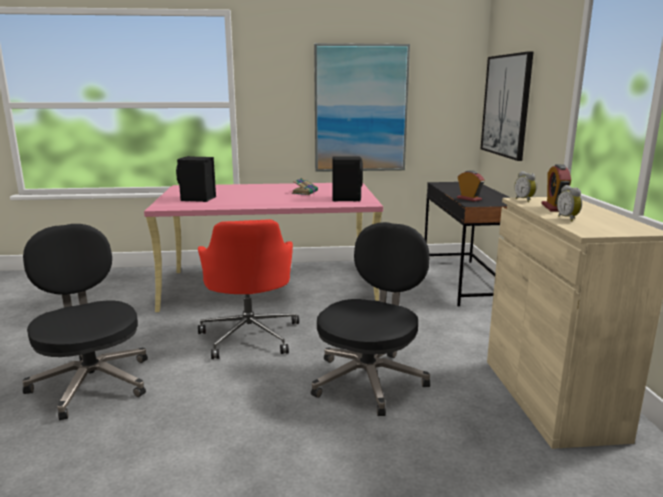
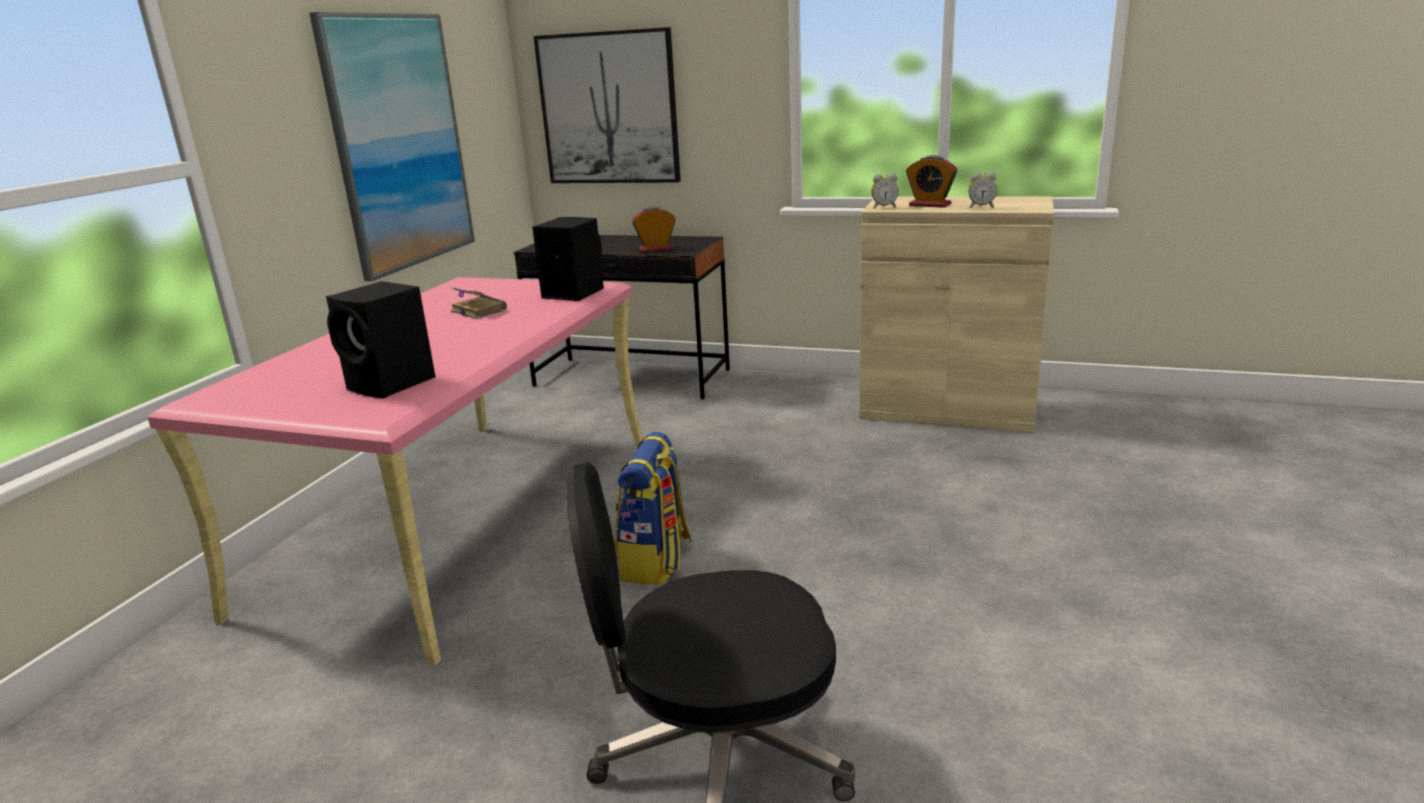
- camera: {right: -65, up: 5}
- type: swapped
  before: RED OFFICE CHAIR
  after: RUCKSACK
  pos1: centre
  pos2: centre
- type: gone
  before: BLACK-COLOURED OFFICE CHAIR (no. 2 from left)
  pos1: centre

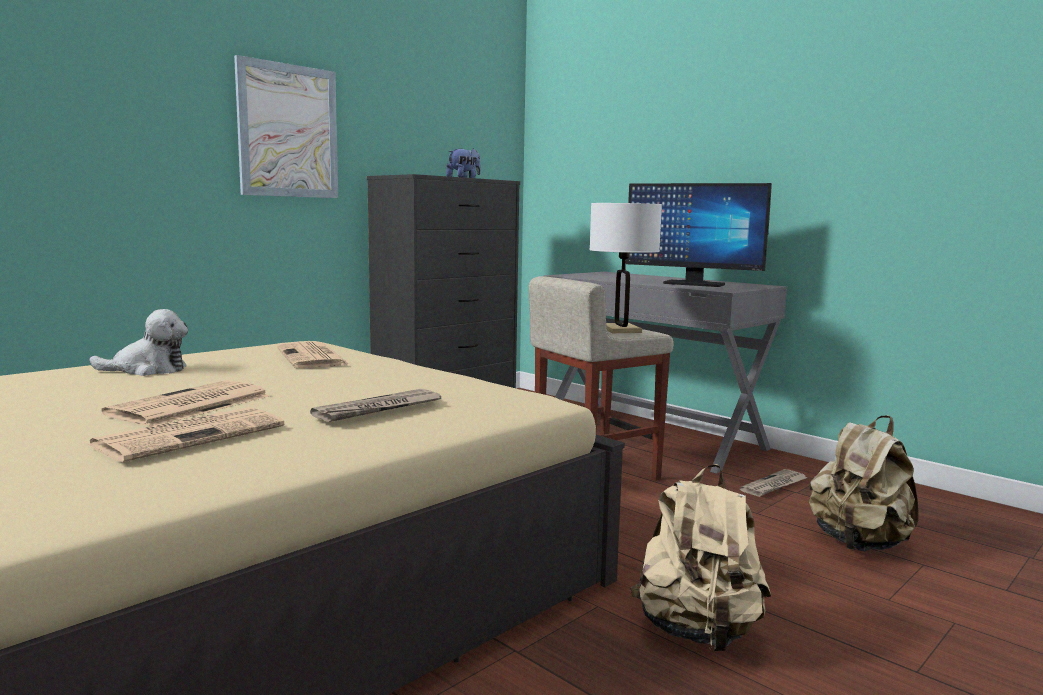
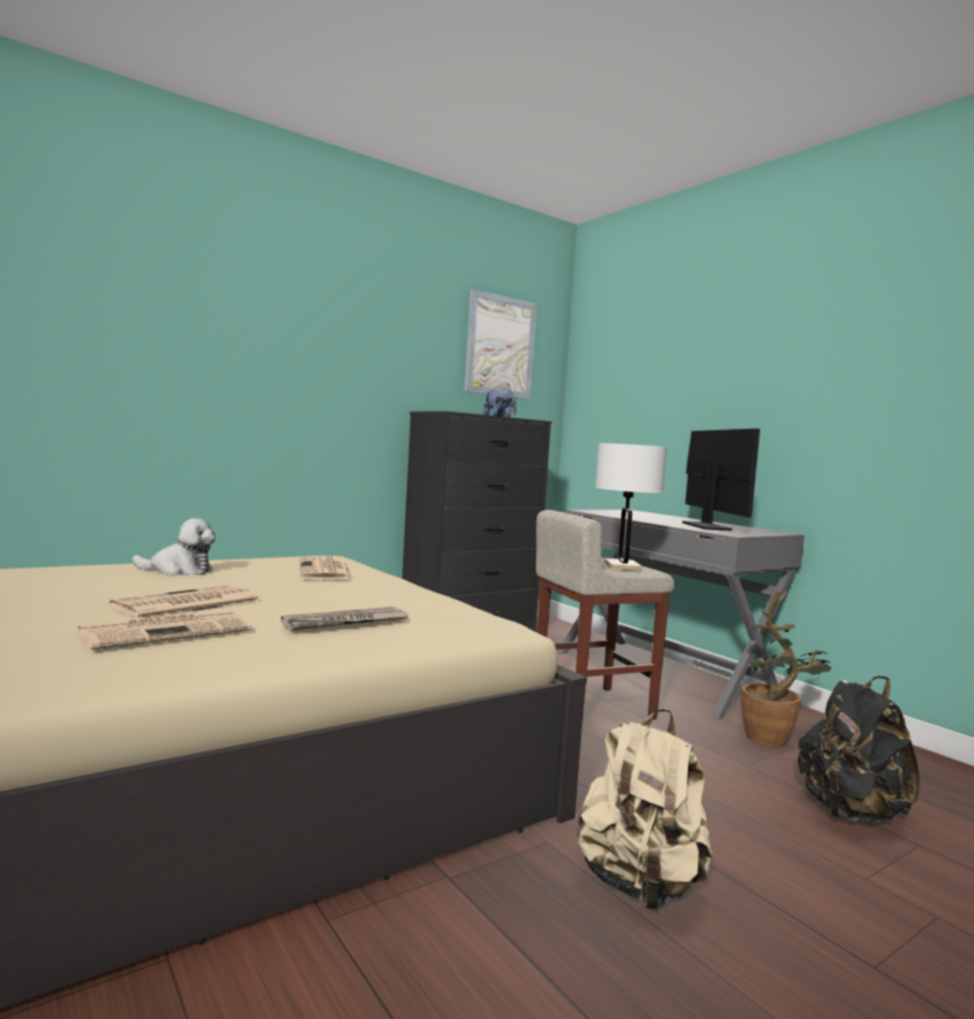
- camera: {right: 10, up: -5}
- type: shifted
  before: WALL ART
  pos1: top left
  pos2: centre
- type: rotated
  before: COMPUTER DISPLAY
  pos1: middle right
  pos2: middle right
  turn: -135
- type: swapped
  before: NEWSPAPER (no. 5 from left)
  after: PLANT IN A POT
  pos1: bottom right
  pos2: middle right
- type: repainted
  before: BEIGE-COLOURED RUCKSACK (no. 2 from left)
  after: BLACK-COLOURED RUCKSACK
  pos1: bottom right
  pos2: bottom right

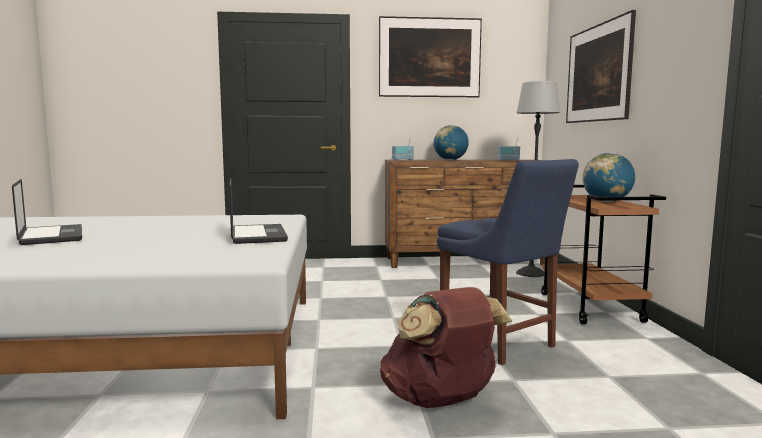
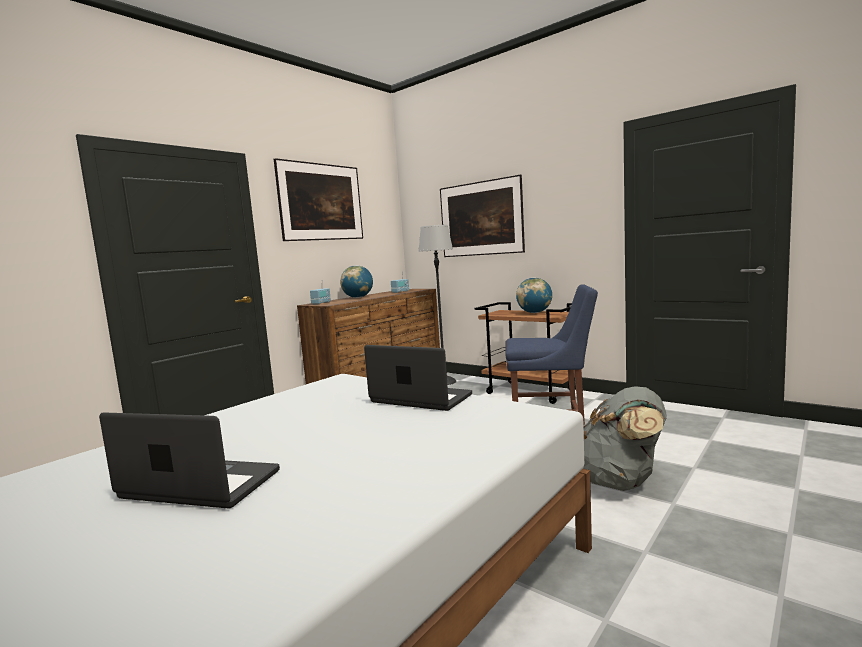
- camera: {right: -45, up: 0}
- type: repainted
  before: BROWNISH RUCKSACK
  after: GRAY RUCKSACK
  pos1: bottom centre
  pos2: bottom right

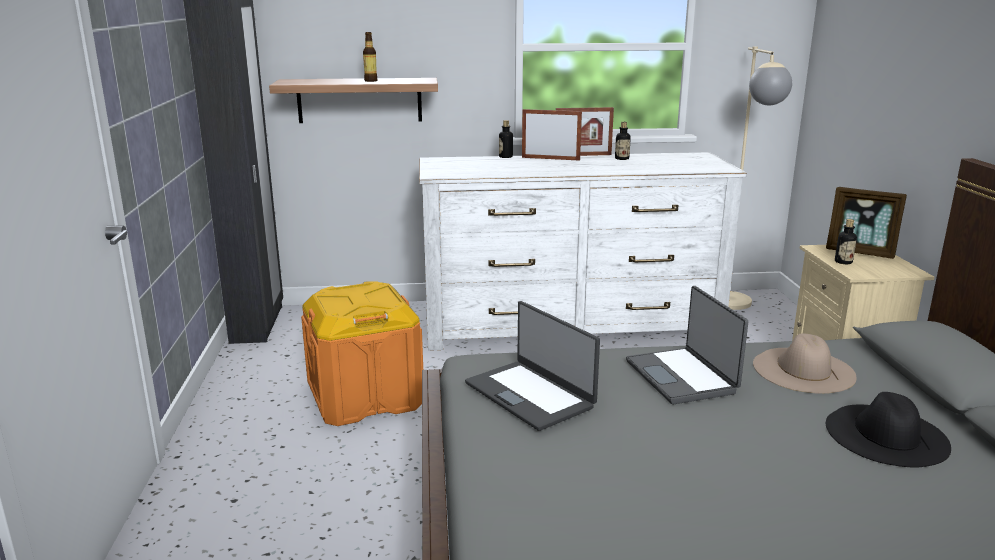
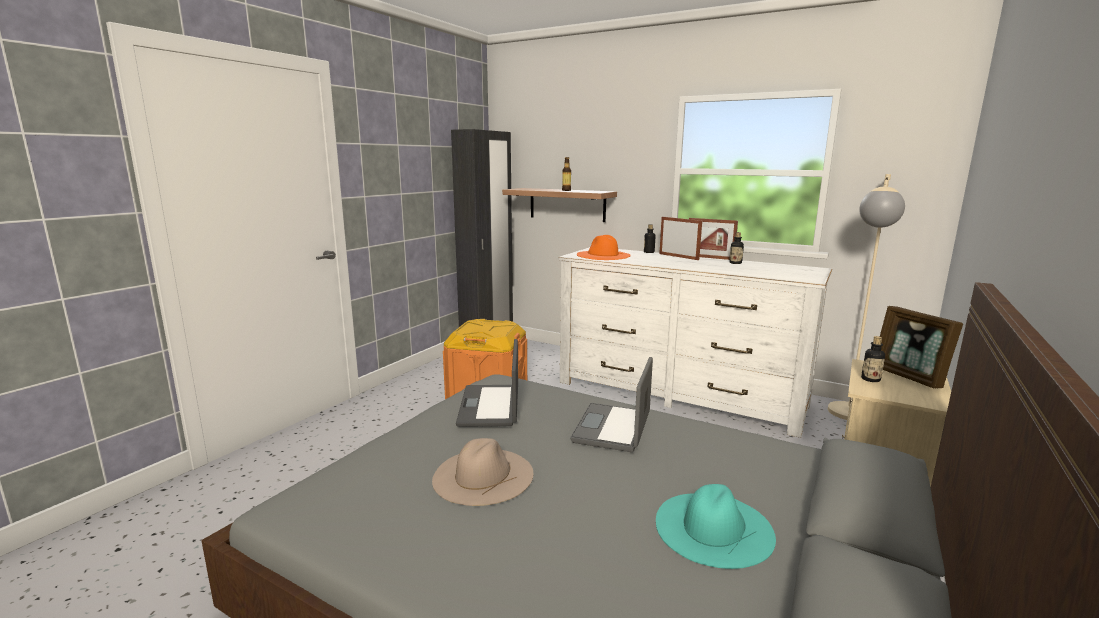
- camera: {right: 35, up: -5}
- type: shifted
  before: BEIGE-COLOURED WEARABLE HAT
  pos1: middle right
  pos2: bottom centre
- type: repainted
  before: BLACK-COLOURED WEARABLE HAT
  after: BLUE-GREEN WEARABLE HAT
  pos1: bottom right
  pos2: bottom centre
- type: new
  after: ORANGE-COLOURED WEARABLE HAT
  pos2: centre

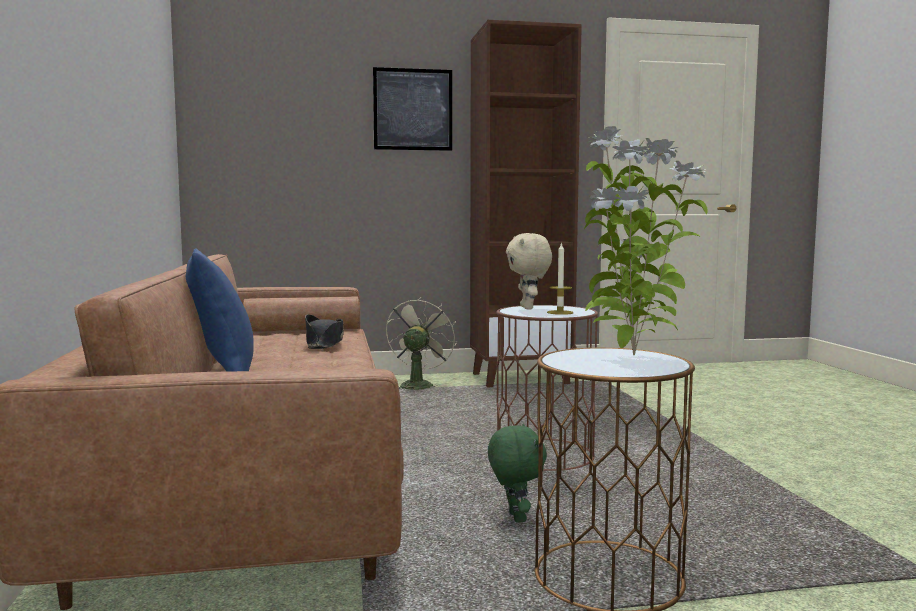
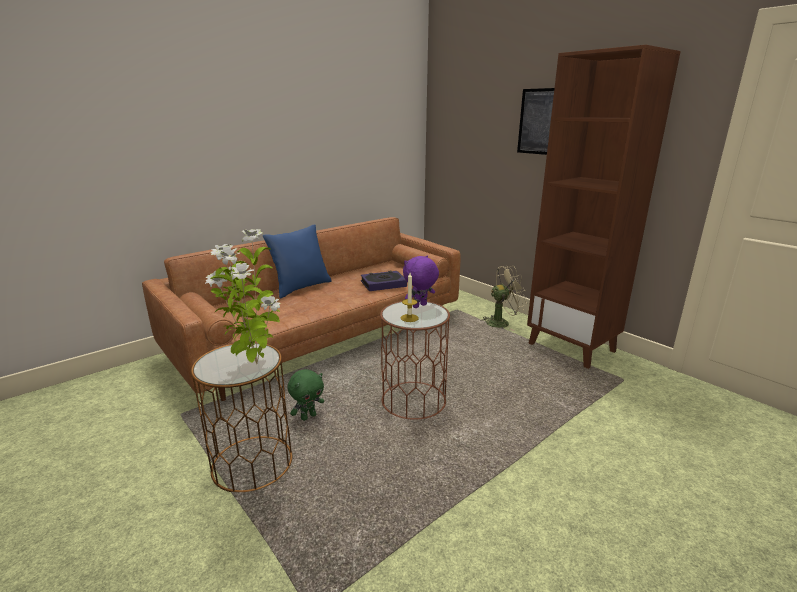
- camera: {right: 60, up: 15}
- type: swapped
  before: BLACK-COLOURED WEARABLE HAT
  after: BOOK
  pos1: centre
  pos2: centre
- type: repainted
  before: BEIGE-COLOURED SOFT TOY
  after: PURPLISH SOFT TOY
  pos1: centre
  pos2: centre

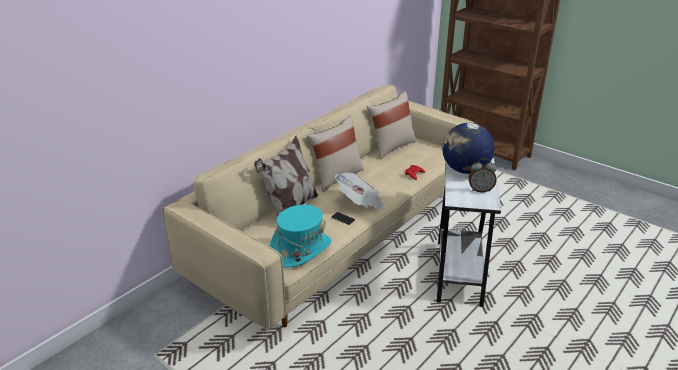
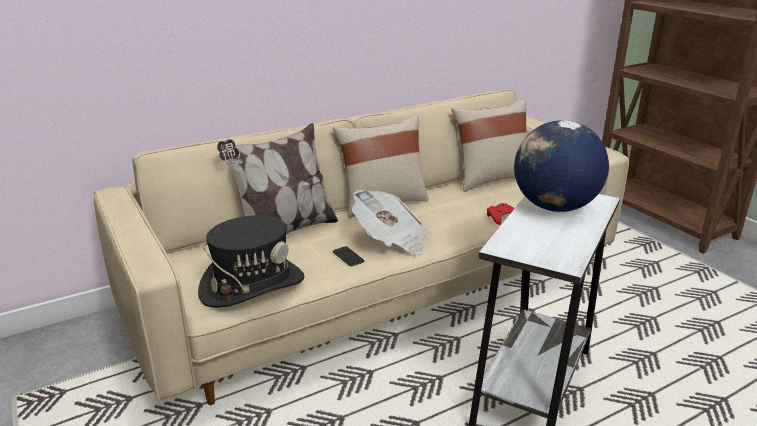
- camera: {right: 20, up: -5}
- type: repainted
  before: BLUE-GREEN WEARABLE HAT
  after: BLACK-COLOURED WEARABLE HAT
  pos1: centre
  pos2: middle left
- type: gone
  before: TABLE CLOCK
  pos1: middle right

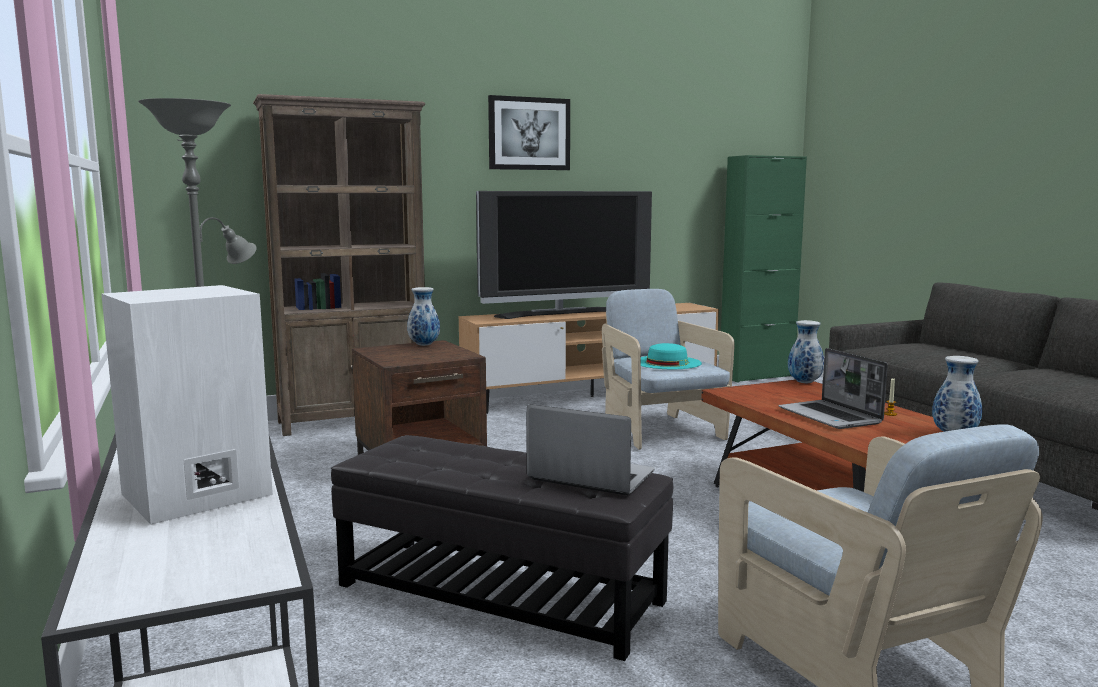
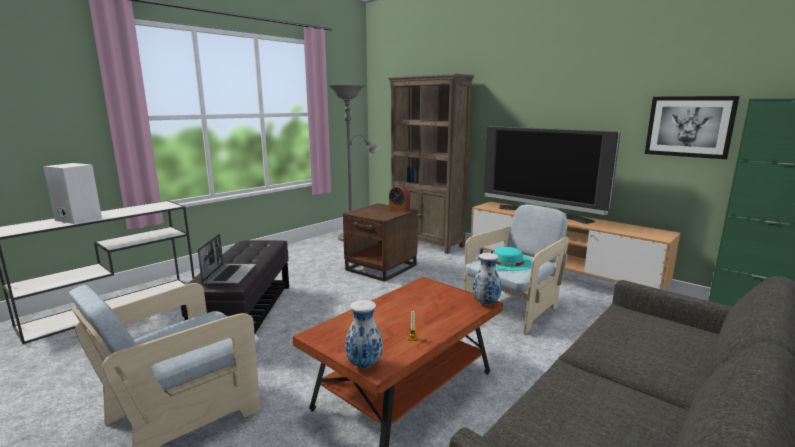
- camera: {right: 65, up: 5}
- type: swapped
  before: DECORATIVE VASE (no. 1 from left)
  after: TABLE CLOCK
  pos1: centre
  pos2: centre
- type: shifted
  before: WALL ART
  pos1: top centre
  pos2: top right
- type: gone
  before: LAPTOP (no. 2 from left)
  pos1: middle right

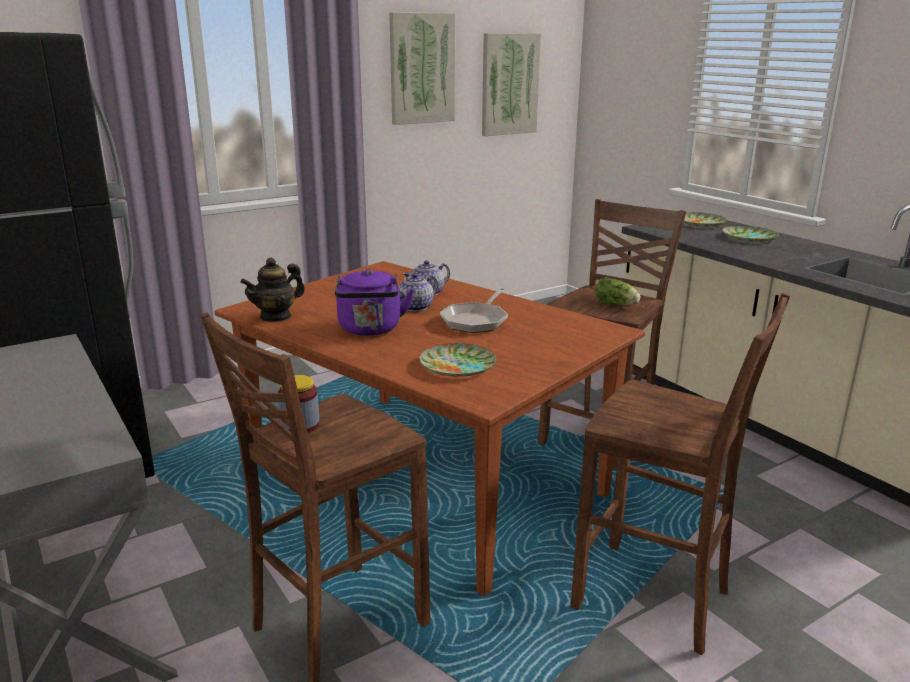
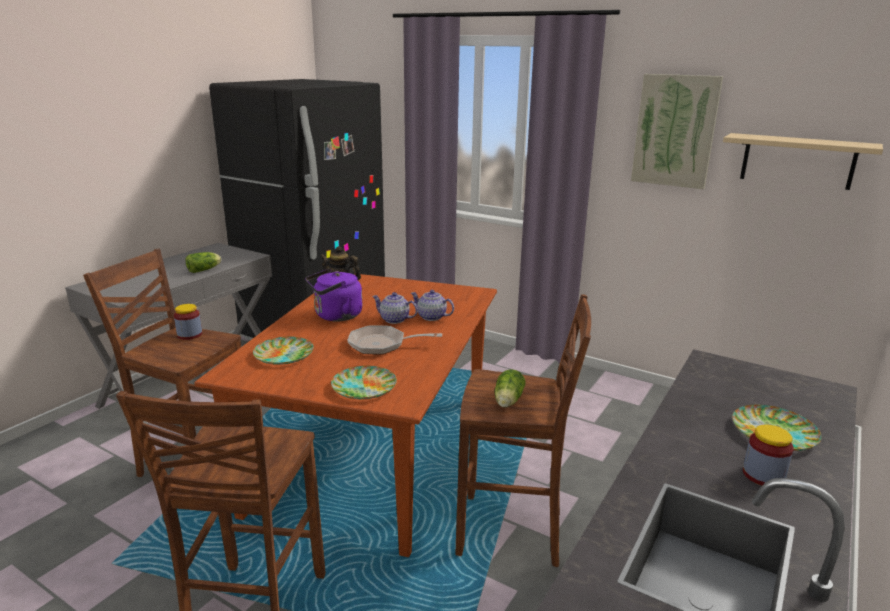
- camera: {right: 65, up: 0}
- type: swapped
  before: WALL ART (no. 2 from left)
  after: BEIGE-COLOURED WALL SHELF
  pos1: top centre
  pos2: top right
- type: shifted
  before: PLATE (no. 2 from left)
  pos1: top right
  pos2: centre
- type: new
  after: HEAD OF LETTUCE (no. 1 from left)
  pos2: middle left
- type: new
  after: PRESERVE JAR (no. 2 from left)
  pos2: bottom right

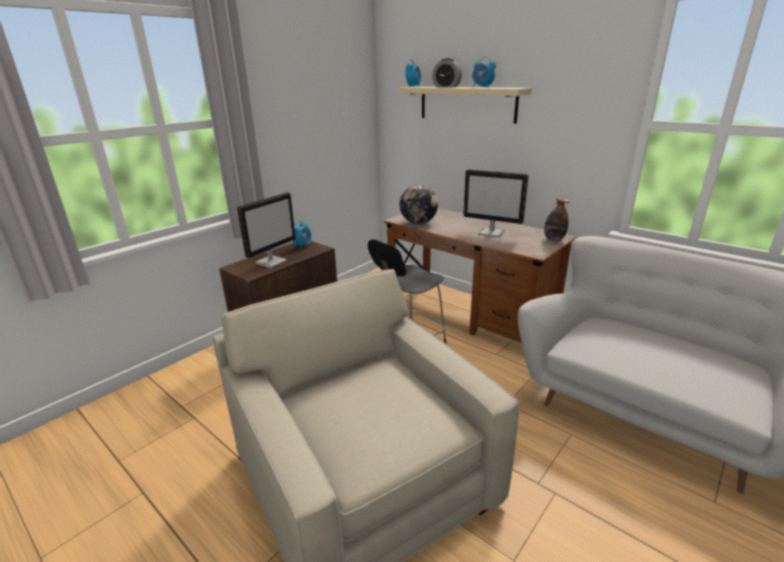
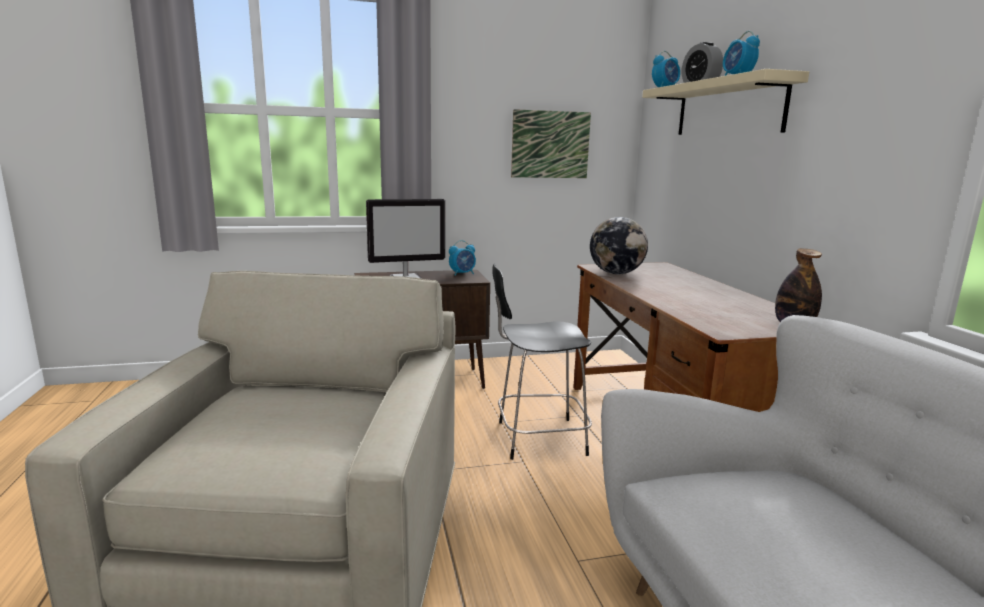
- camera: {right: 35, up: -10}
- type: gone
  before: COMPUTER DISPLAY (no. 2 from left)
  pos1: centre
- type: new
  after: WALL ART
  pos2: top centre

